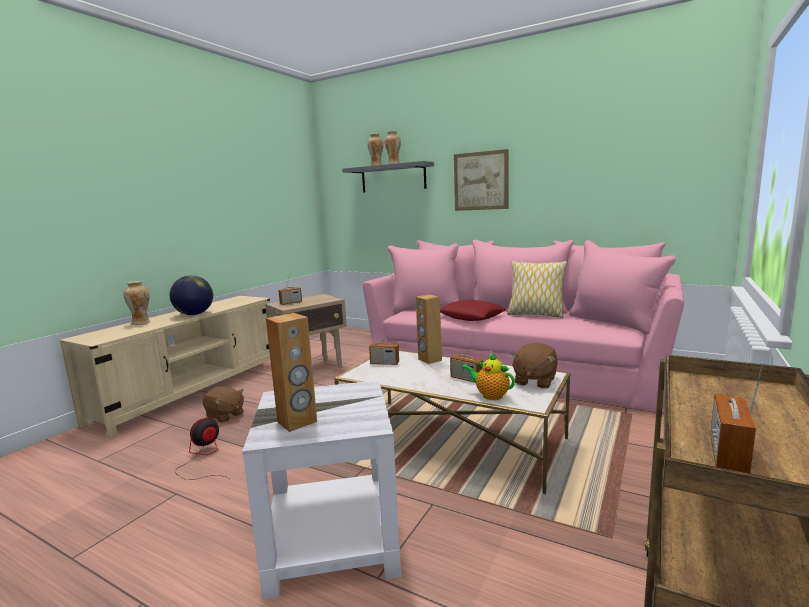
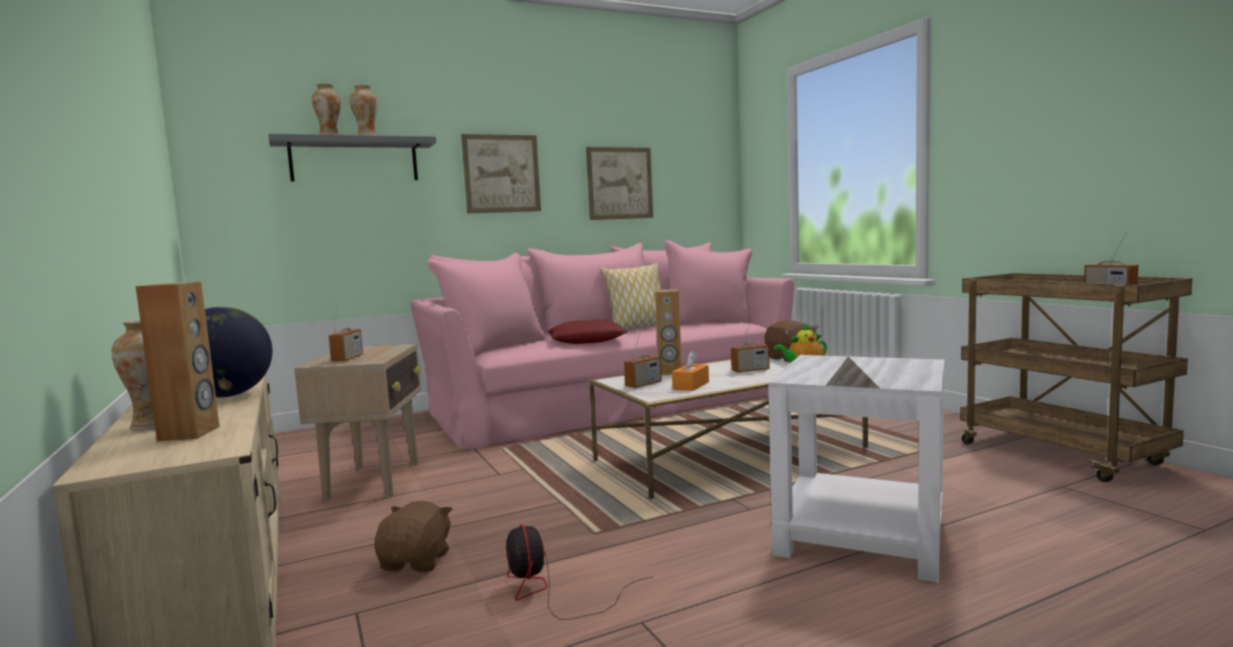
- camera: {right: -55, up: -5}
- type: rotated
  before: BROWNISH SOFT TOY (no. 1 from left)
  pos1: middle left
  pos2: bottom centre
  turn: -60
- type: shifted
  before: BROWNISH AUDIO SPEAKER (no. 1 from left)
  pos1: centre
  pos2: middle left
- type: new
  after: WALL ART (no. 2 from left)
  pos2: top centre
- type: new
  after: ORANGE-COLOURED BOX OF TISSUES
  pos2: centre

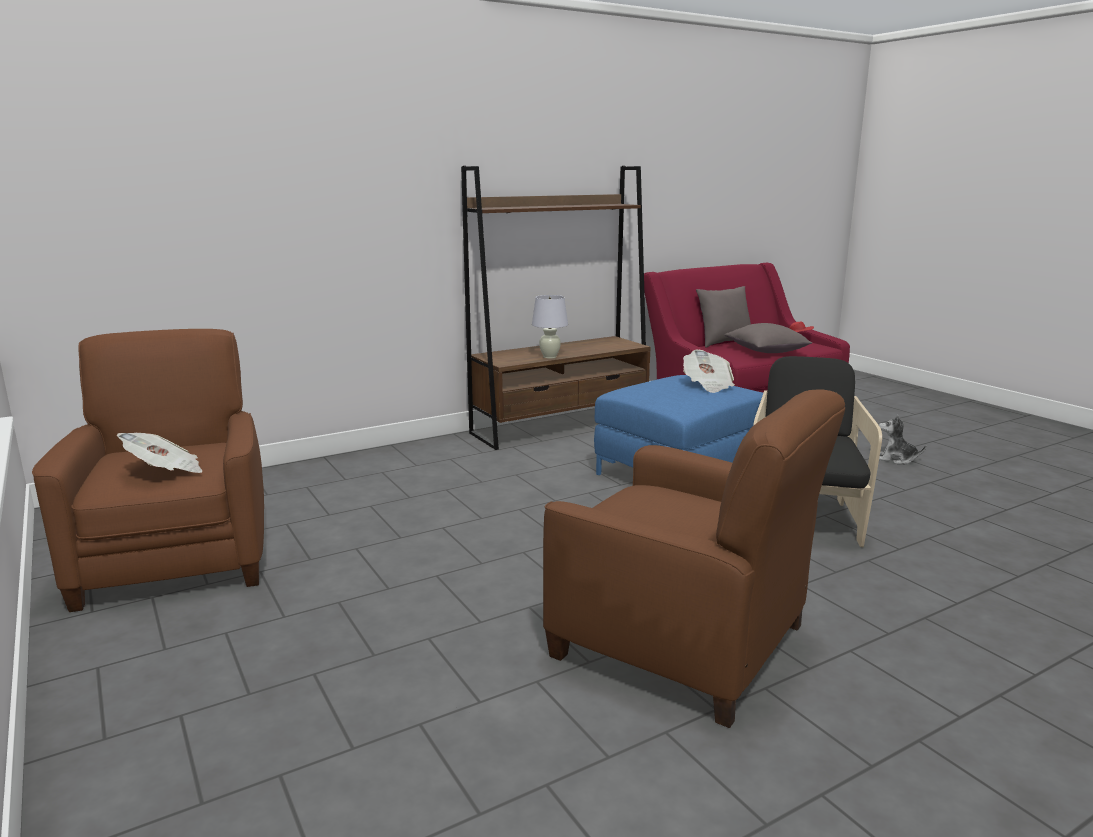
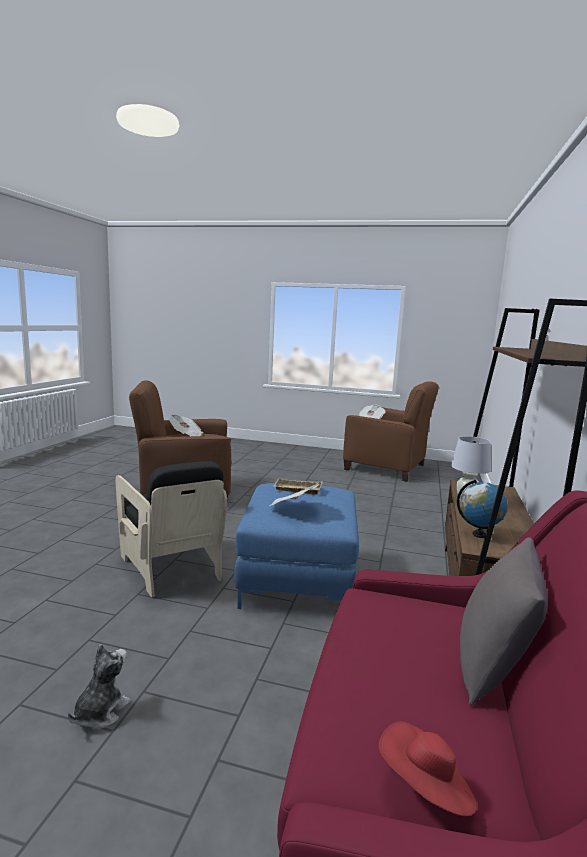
- camera: {right: 135, up: -5}
- type: gone
  before: GRAY THROW PILLOW (no. 2 from left)
  pos1: middle right
- type: rotated
  before: SOFT TOY
  pos1: middle right
  pos2: bottom left
  turn: -45
- type: new
  after: NEWSPAPER (no. 1 from left)
  pos2: middle left
- type: new
  after: BEIGE-COLOURED CARRYING TRAY
  pos2: centre
- type: new
  after: DESK GLOBE
  pos2: middle right

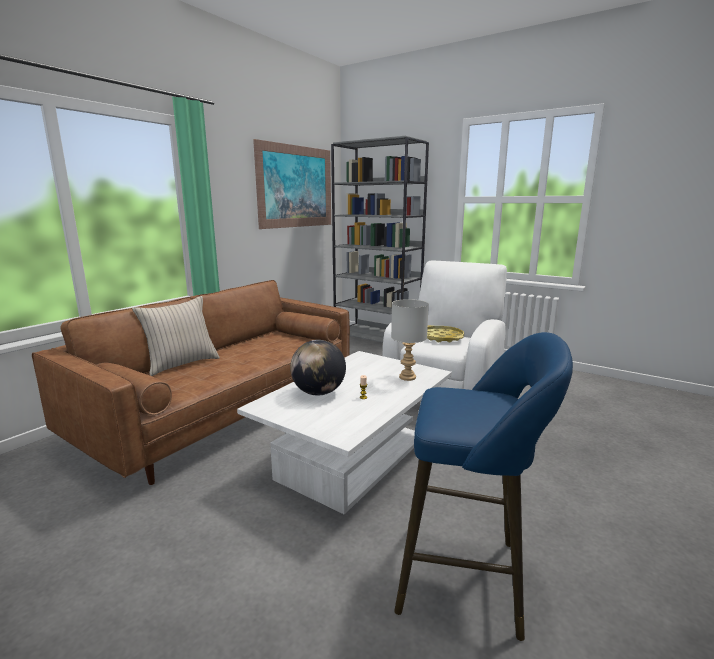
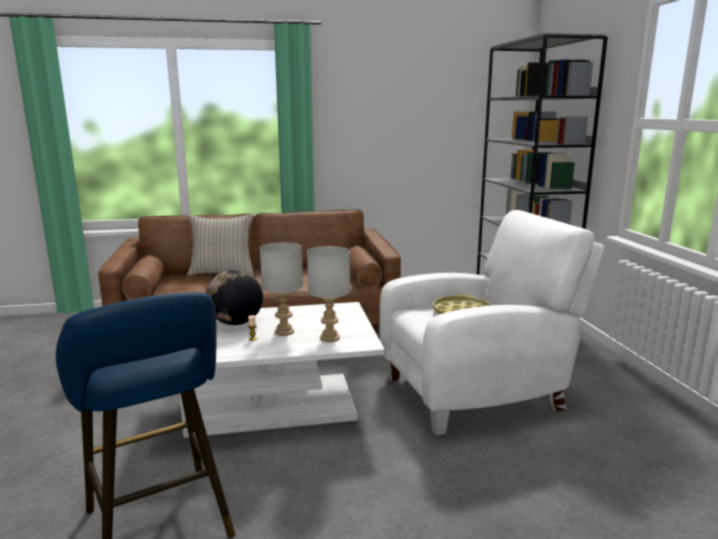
- camera: {right: 45, up: 0}
- type: gone
  before: WALL ART
  pos1: top centre
- type: new
  after: GRAY TABLE LAMP (no. 1 from left)
  pos2: centre

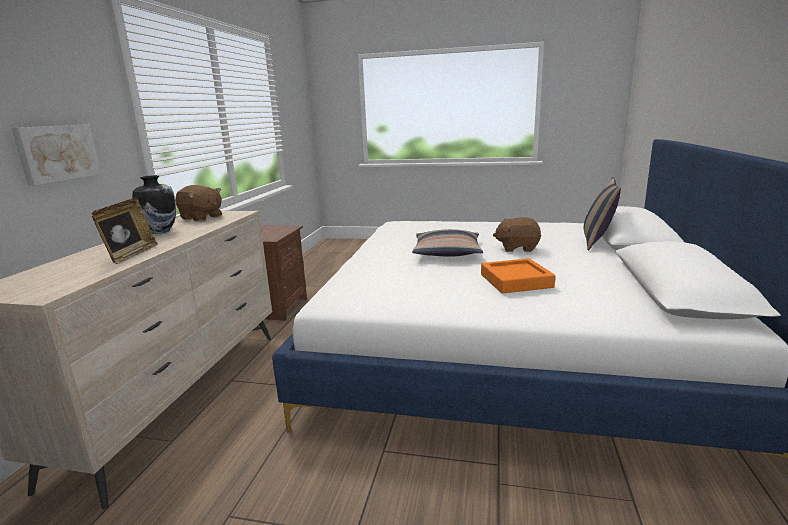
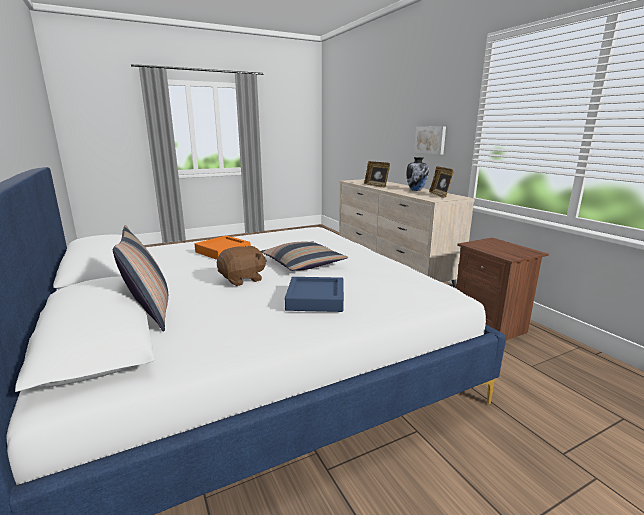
- camera: {right: 140, up: 0}
- type: swapped
  before: BROWNISH SOFT TOY (no. 1 from left)
  after: PICTURE FRAME (no. 2 from left)
  pos1: middle left
  pos2: middle right
- type: new
  after: BLUE-COLOURED CARRYING TRAY
  pos2: centre

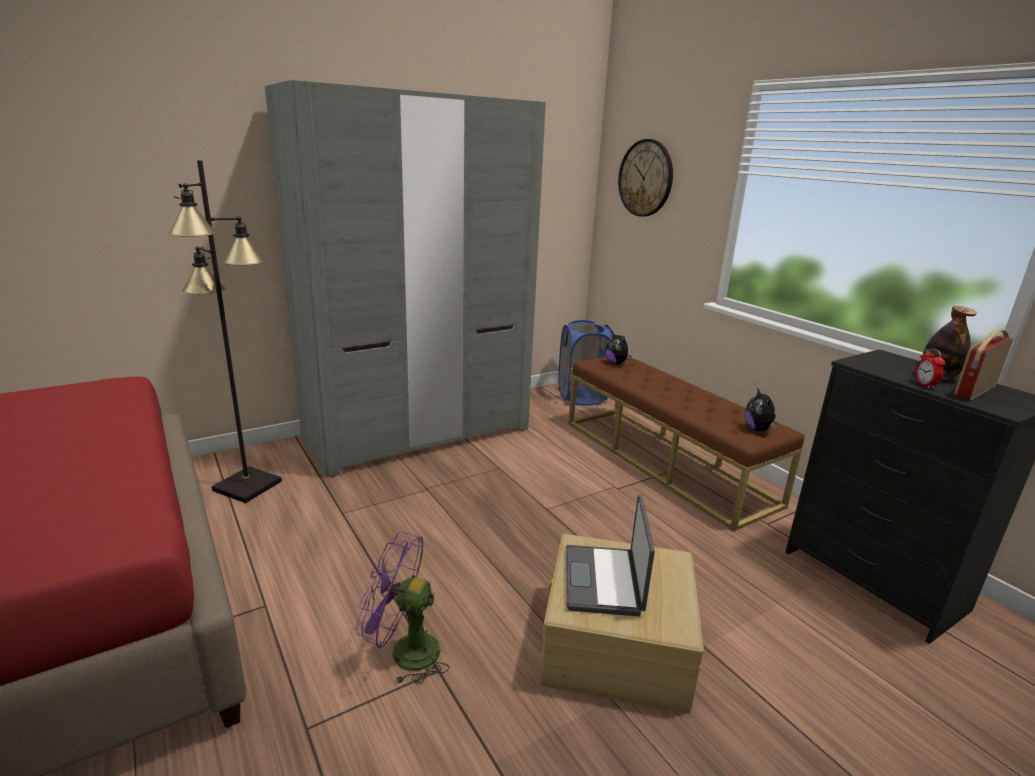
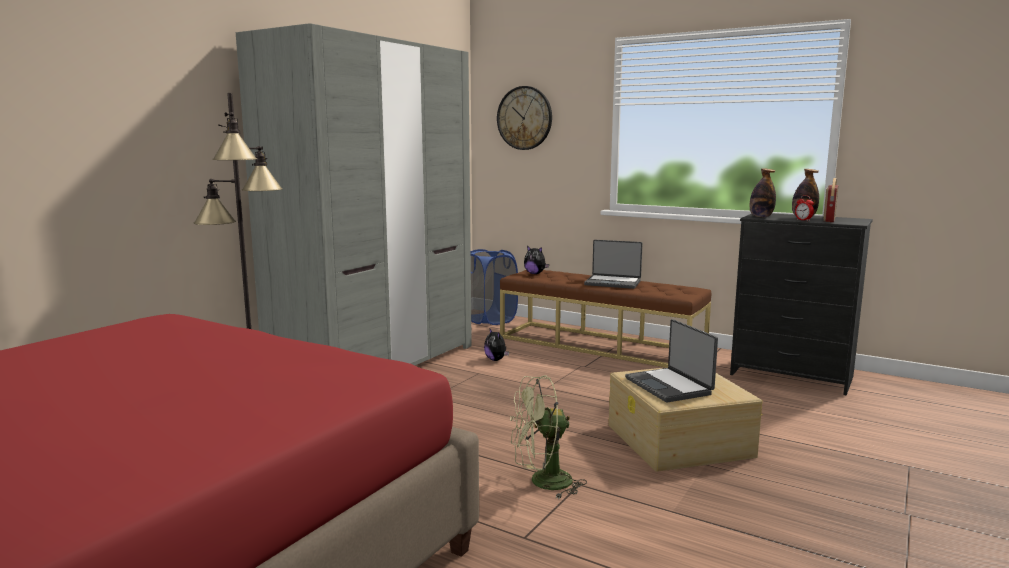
- camera: {right: -25, up: -10}
- type: repainted
  before: PURPLISH FAN
  after: GREEN-COLOURED FAN
  pos1: bottom centre
  pos2: bottom centre
- type: shifted
  before: SOFT TOY (no. 2 from left in the first image)
  after: SOFT TOY (no. 1 from left)
  pos1: middle right
  pos2: centre
- type: new
  after: LAPTOP (no. 1 from left)
  pos2: centre
- type: new
  after: BEVERAGE BOTTLE (no. 1 from left)
  pos2: middle right

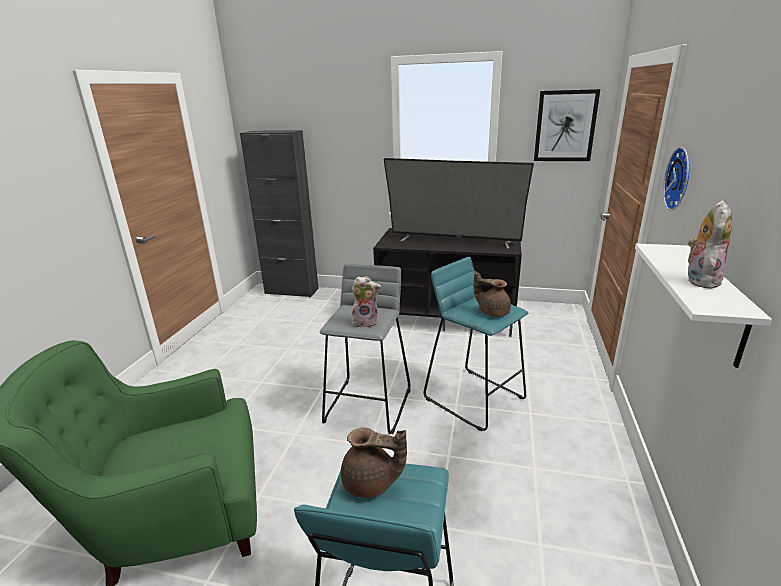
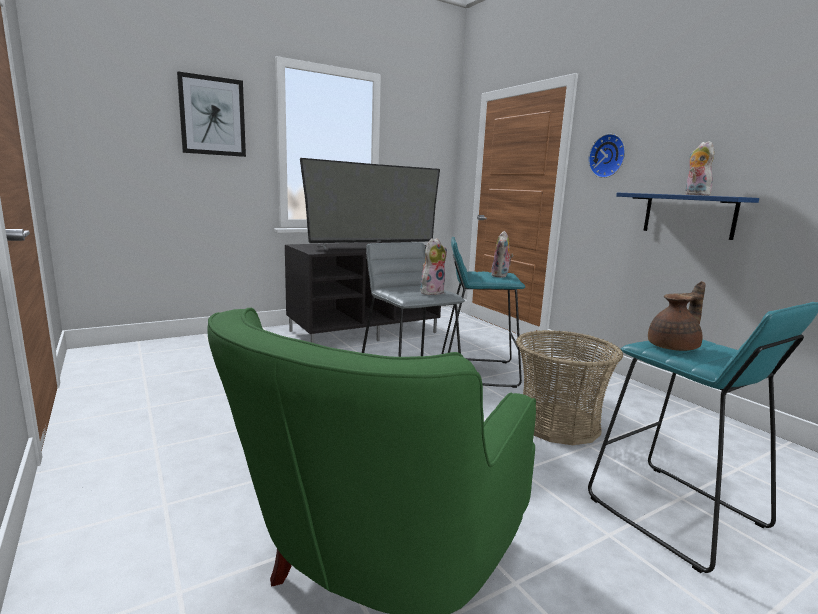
- camera: {right: -45, up: -10}
- type: gone
  before: BLACK-COLOURED CUPBOARD
  pos1: centre
- type: swapped
  before: BROWNISH TEA POT (no. 2 from left)
  after: SOFT TOY (no. 2 from left)
  pos1: centre
  pos2: centre
- type: shifted
  before: WALL ART
  pos1: top right
  pos2: top left
- type: repainted
  before: WHITE-COLOURED WALL SHELF
  after: BLUE-COLOURED WALL SHELF
  pos1: middle right
  pos2: middle right
- type: new
  after: STORAGE BASKET
  pos2: middle right

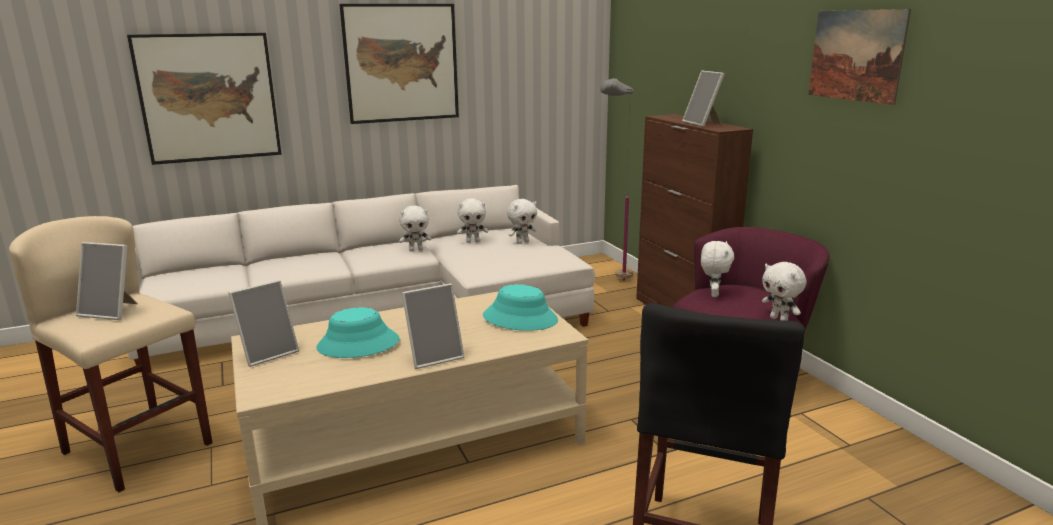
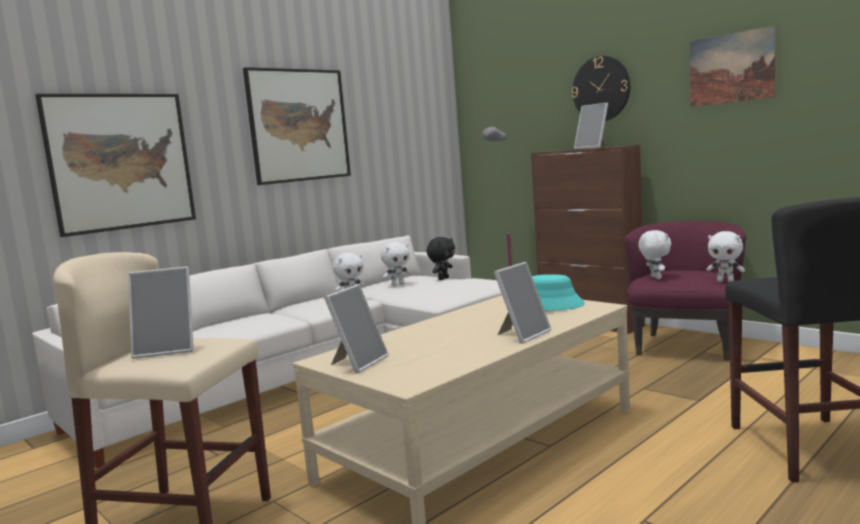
- camera: {right: -20, up: -10}
- type: gone
  before: BLUE-GREEN WEARABLE HAT (no. 1 from left)
  pos1: centre
- type: repainted
  before: WHITE-COLOURED SOFT TOY (no. 3 from left)
  after: BLACK-COLOURED SOFT TOY
  pos1: centre
  pos2: centre
- type: new
  after: CLOCK ON THE WALL
  pos2: top right

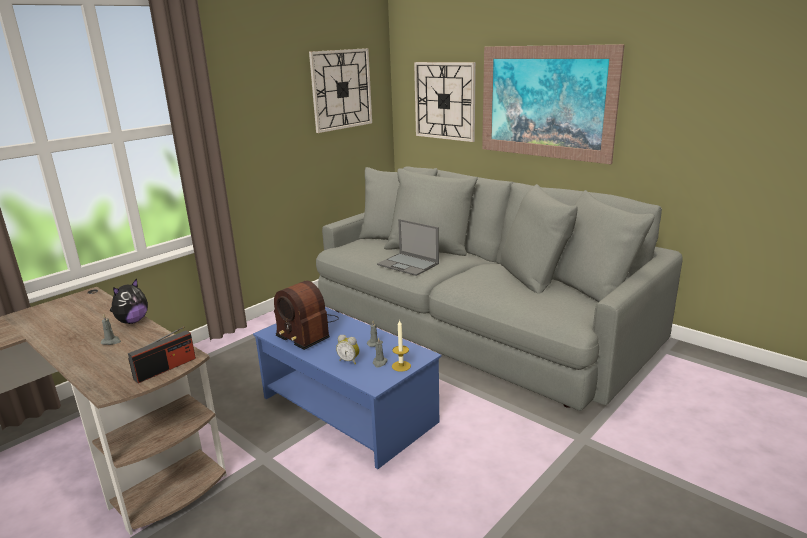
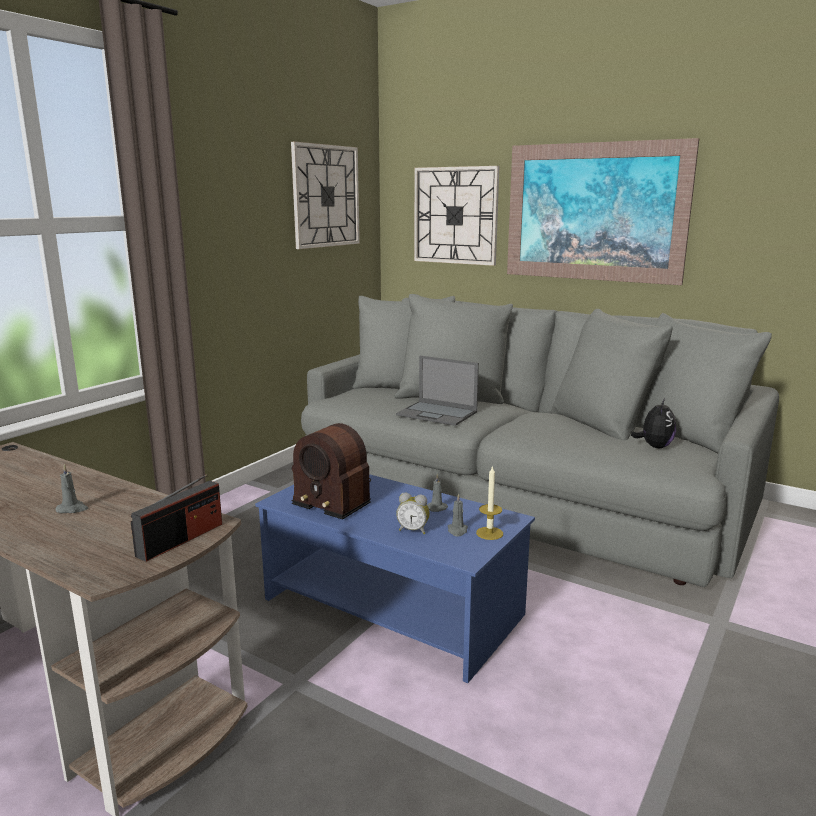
- camera: {right: -10, up: -5}
- type: shifted
  before: SOFT TOY
  pos1: middle left
  pos2: middle right

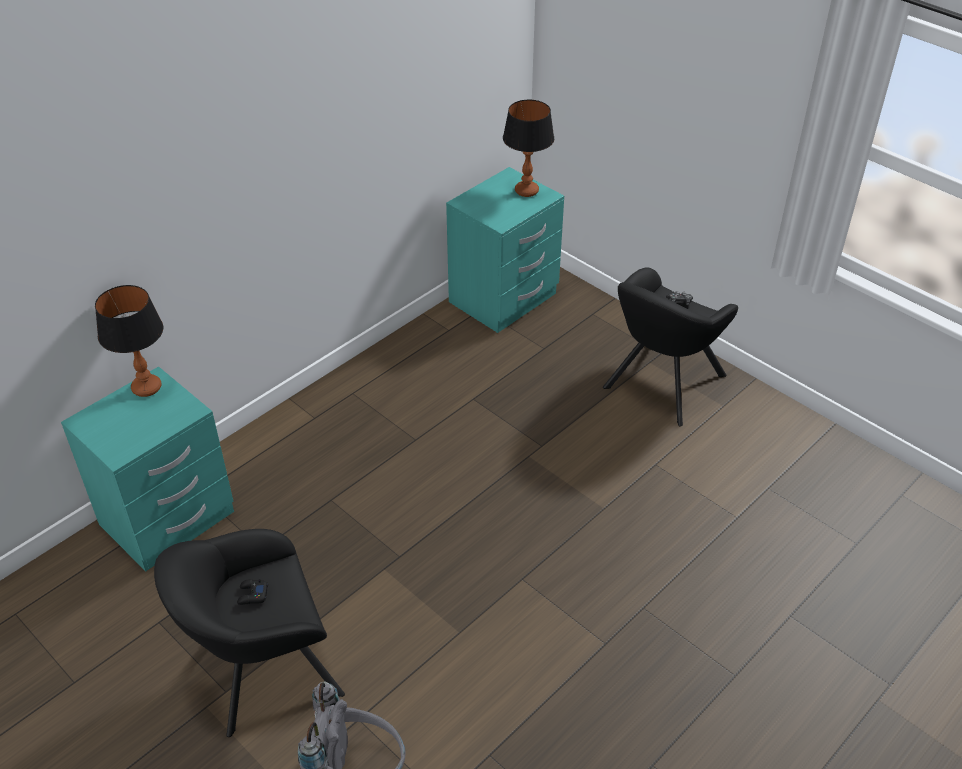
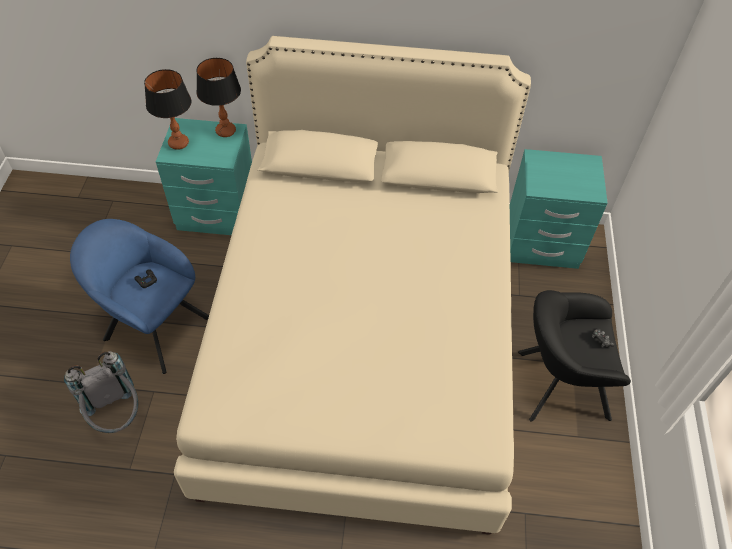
- camera: {right: 50, up: 10}
- type: repainted
  before: BLACK-COLOURED EASY CHAIR (no. 1 from left)
  after: BLUE-COLOURED EASY CHAIR
  pos1: bottom left
  pos2: middle left
- type: shifted
  before: TABLE LAMP (no. 2 from left in the first image)
  after: TABLE LAMP (no. 1 from left)
  pos1: top centre
  pos2: top left
- type: new
  after: BEIGE-COLOURED SLEEPING BED
  pos2: centre

